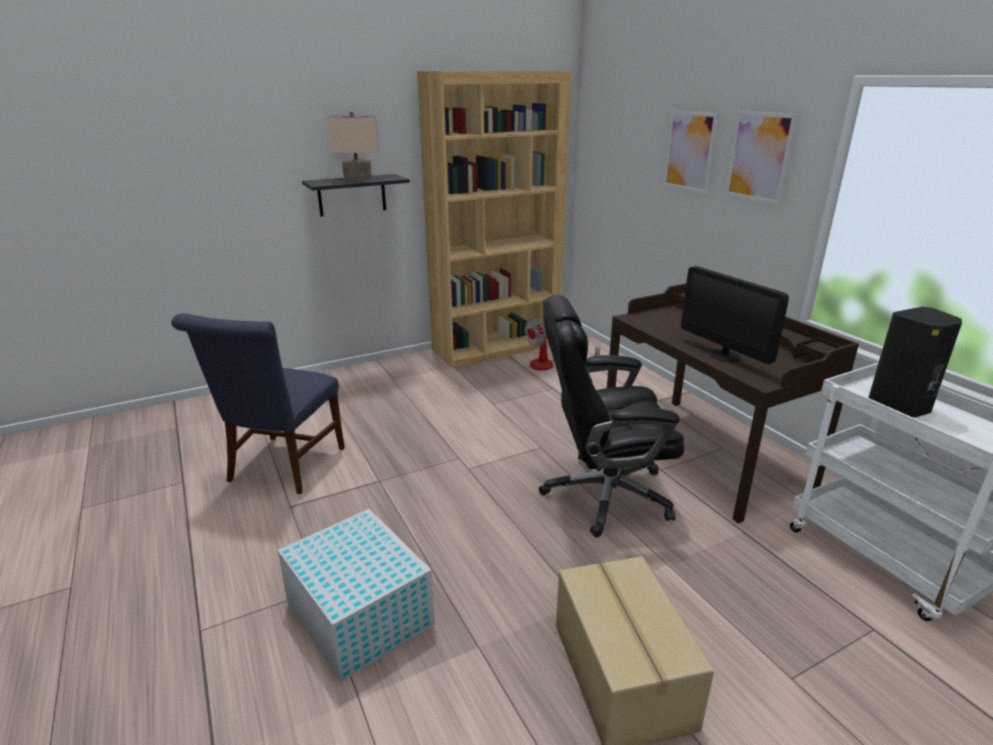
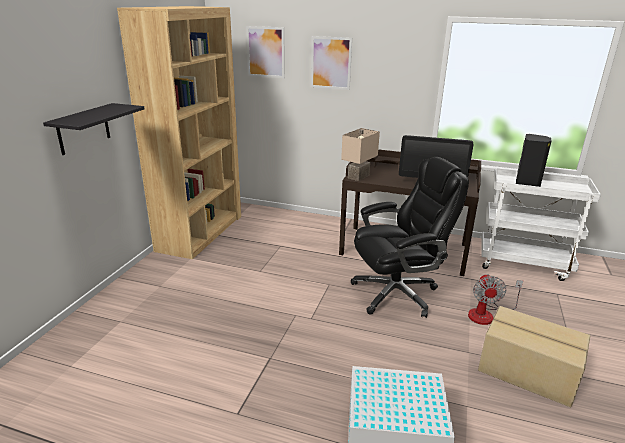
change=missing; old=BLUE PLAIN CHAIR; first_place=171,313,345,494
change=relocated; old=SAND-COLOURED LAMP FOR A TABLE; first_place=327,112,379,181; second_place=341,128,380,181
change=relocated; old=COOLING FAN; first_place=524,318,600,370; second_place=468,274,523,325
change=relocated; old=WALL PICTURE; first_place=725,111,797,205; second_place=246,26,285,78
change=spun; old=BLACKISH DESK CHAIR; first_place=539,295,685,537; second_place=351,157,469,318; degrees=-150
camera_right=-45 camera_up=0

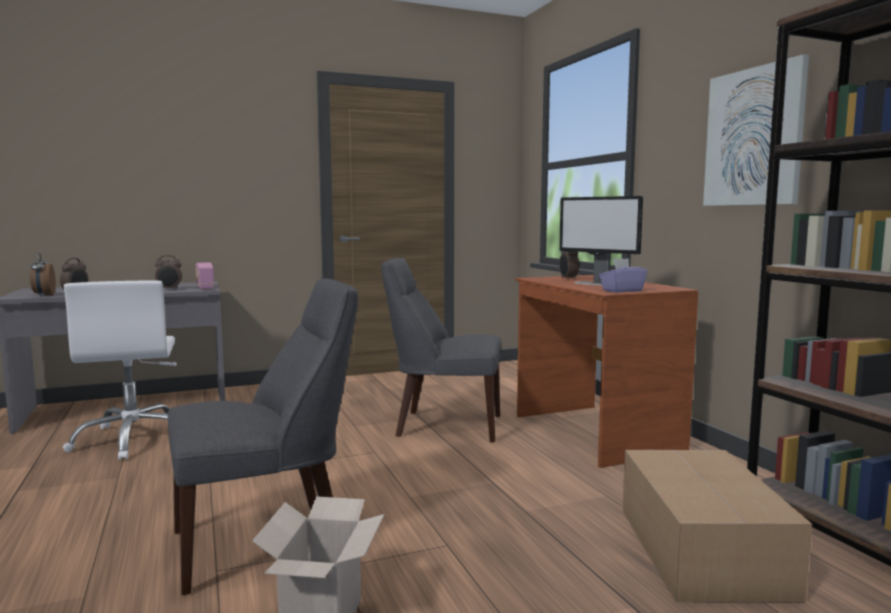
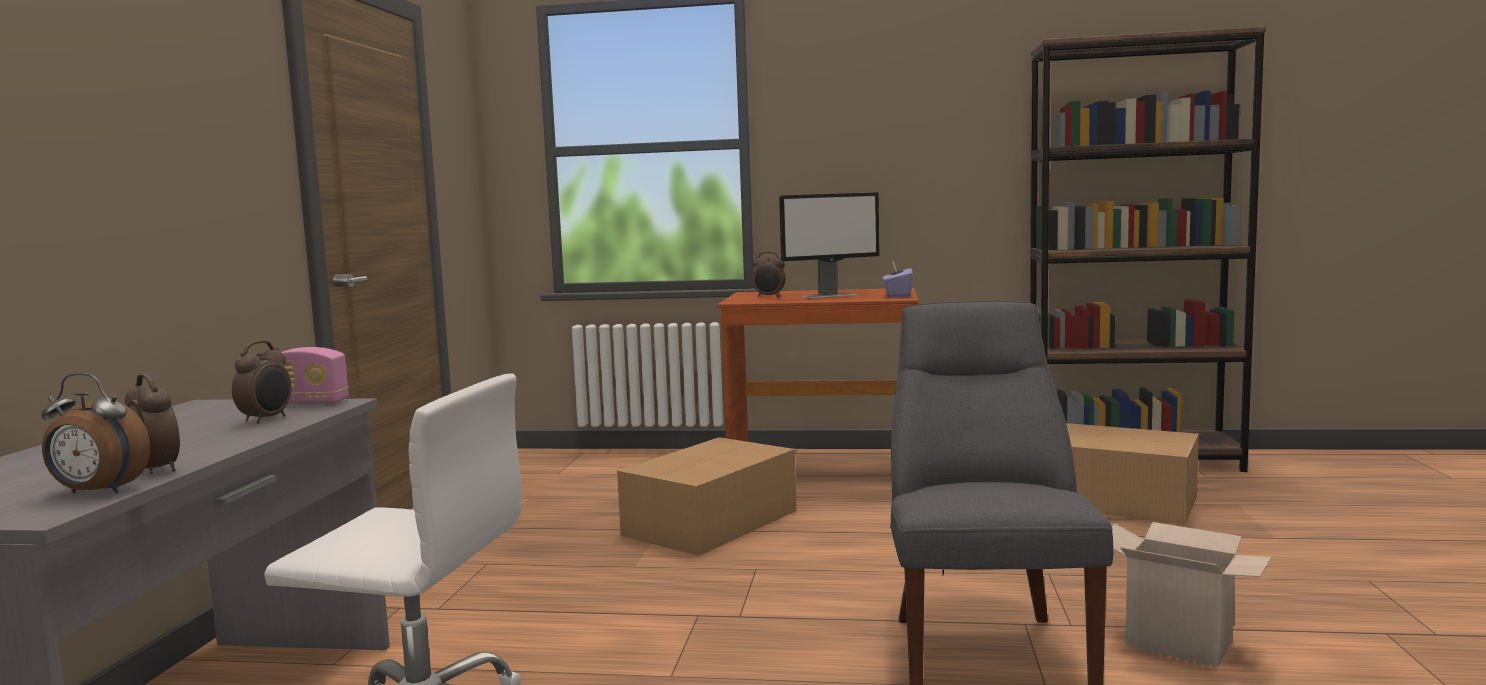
change=missing; old=WALL PICTURE; first_place=703,54,809,206
change=exchanged; old=GREYISH PLAIN CHAIR; new=CARTON; first_place=381,257,501,442; second_place=617,437,797,556
camera_right=-60 camera_up=0

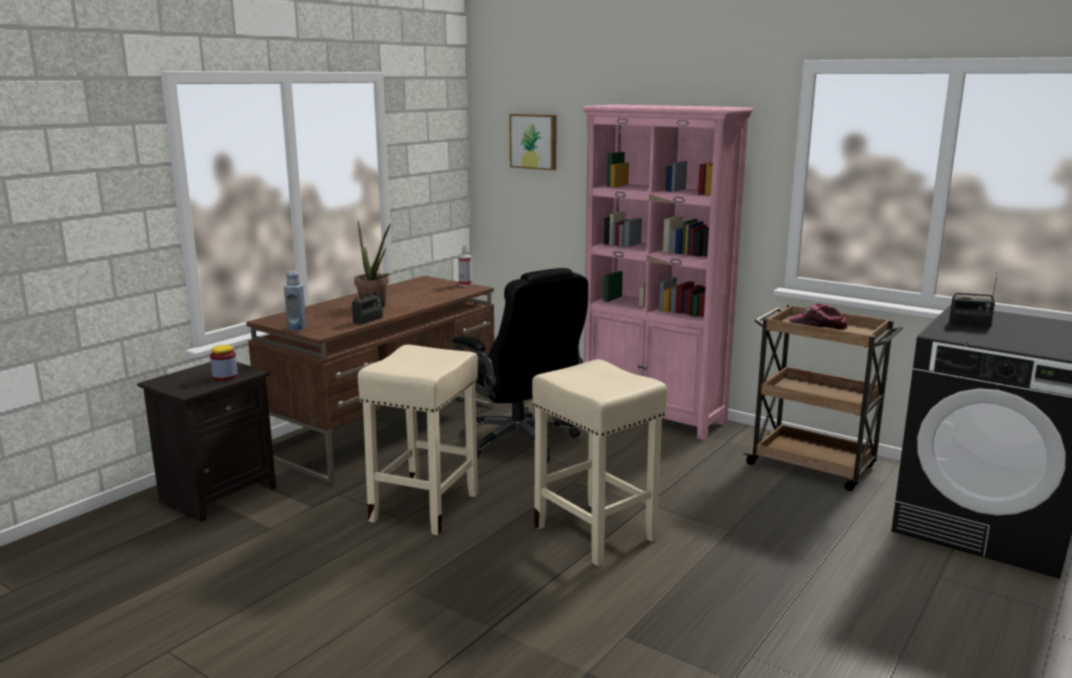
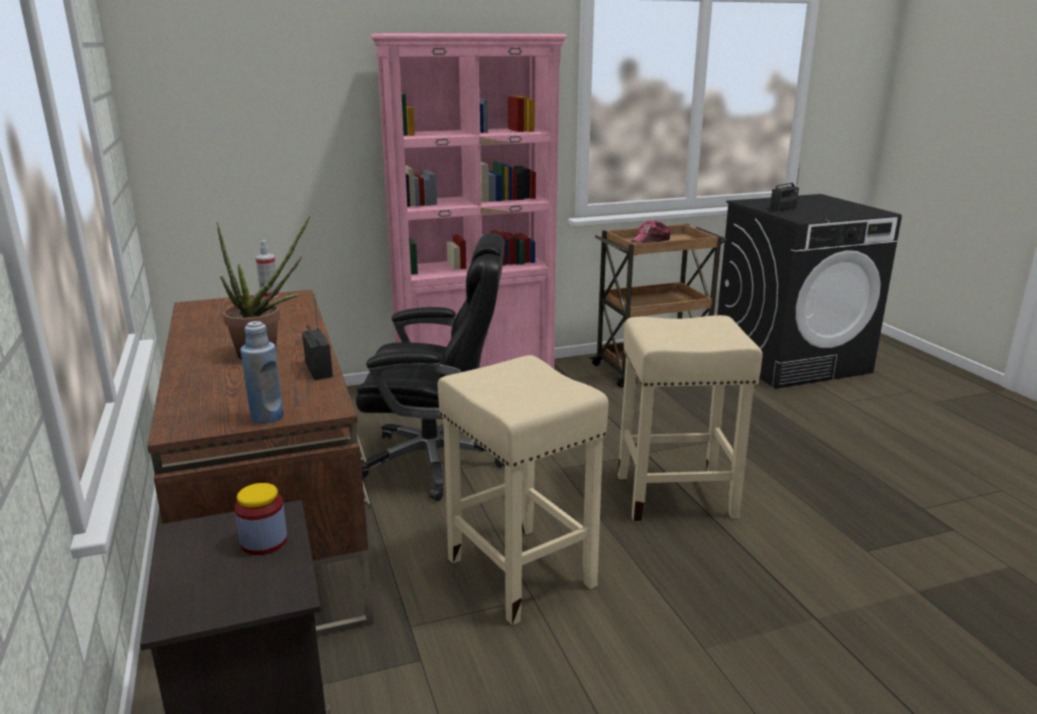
change=missing; old=WALL PICTURE; first_place=509,114,557,170
camera_right=-55 camera_up=5

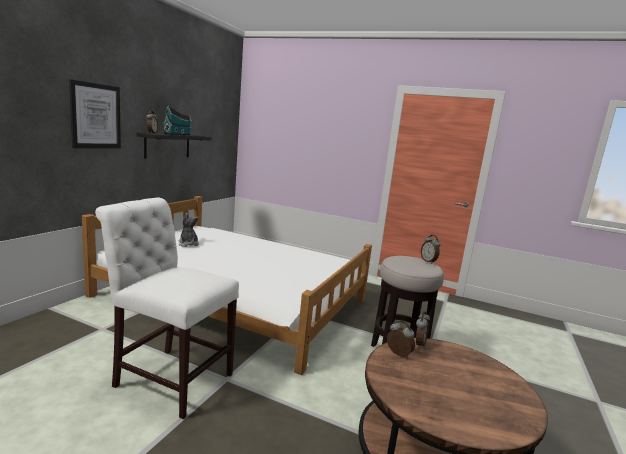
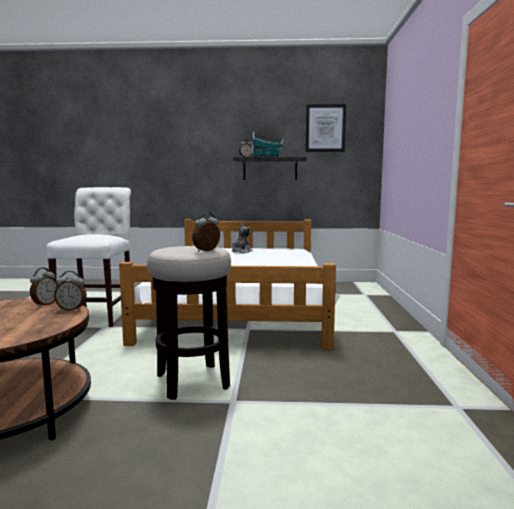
change=relocated; old=WALL PICTURE; first_place=69,79,121,148; second_place=305,104,346,152
camera_right=70 camera_up=-5

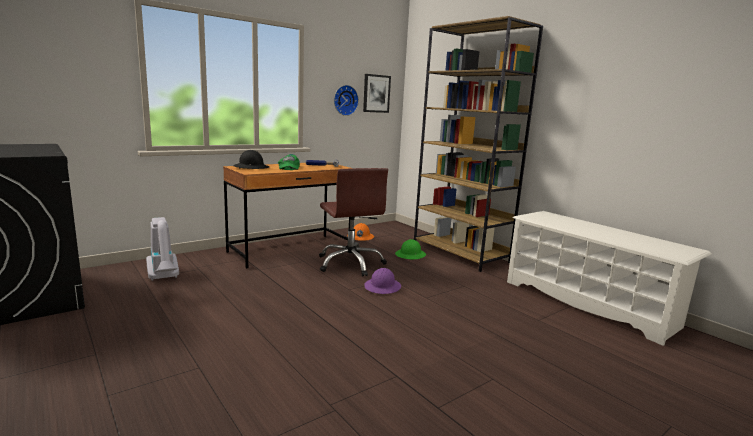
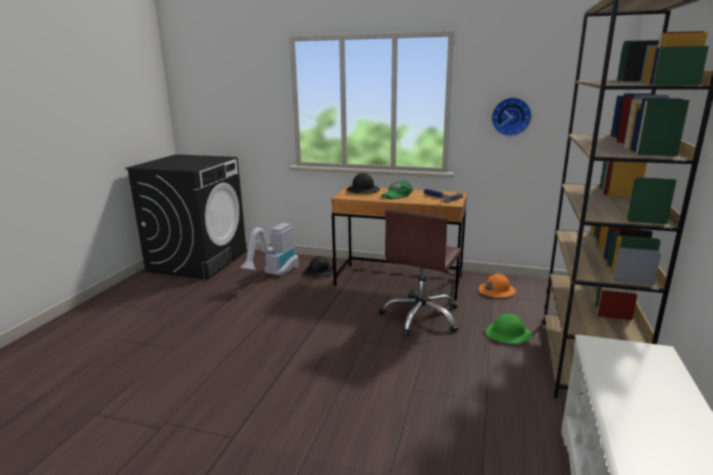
change=missing; old=WALL PICTURE; first_place=363,74,391,113
change=missing; old=PURPLE-COLOURED WORK HELMET; first_place=364,268,401,294
change=appeared; new=BLACKISH WORK HELMET; second_place=304,256,334,278
camera_right=55 camera_up=5

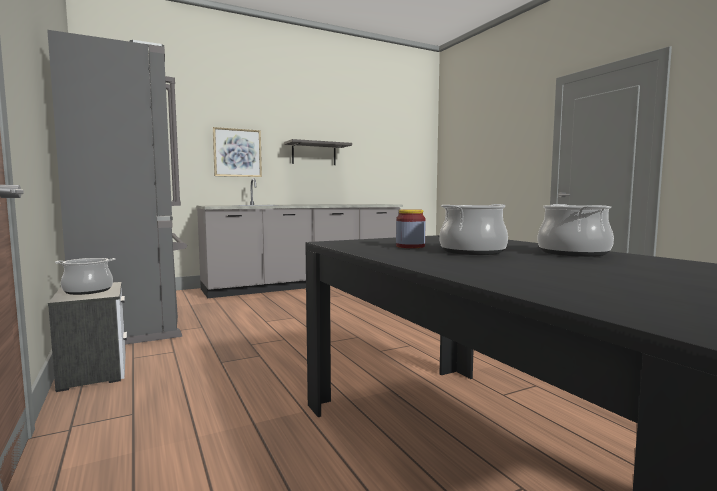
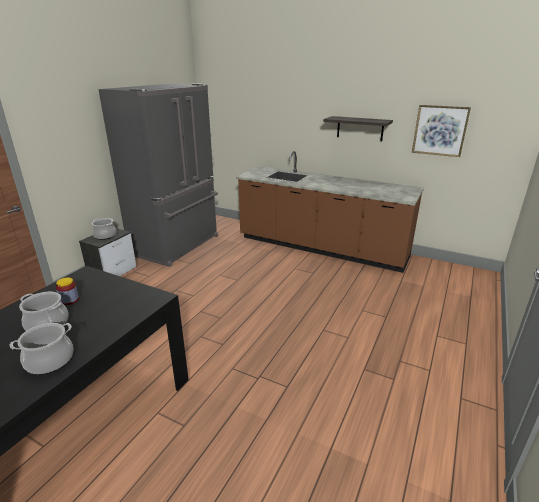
change=relocated; old=WALL PICTURE; first_place=213,127,262,177; second_place=412,105,471,157
change=colour; old=GREYISH KITCHEN COUNTER; new=BROWN-COLOURED KITCHEN COUNTER; first_place=196,178,403,298; second_place=236,151,424,273
camera_right=55 camera_up=20

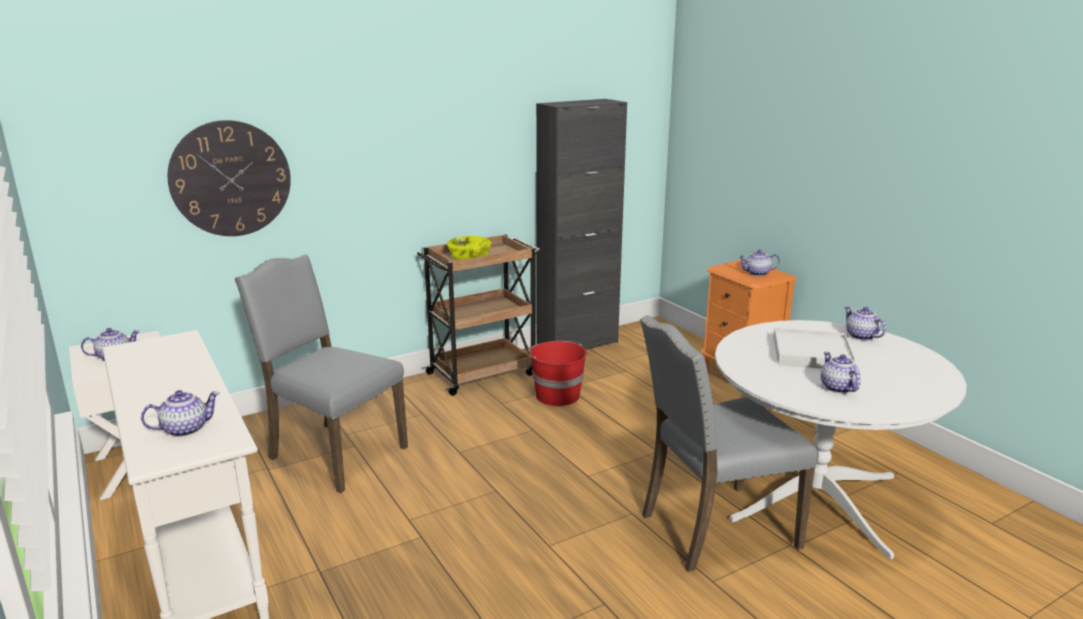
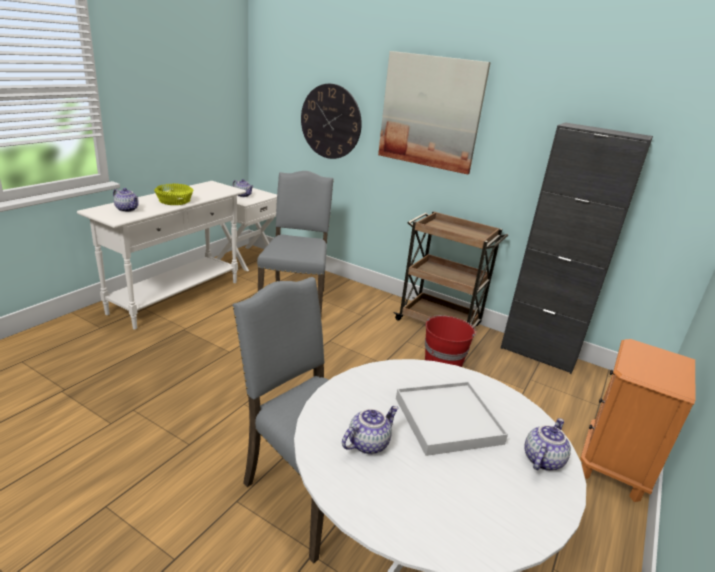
change=missing; old=POT FOR TEA; first_place=738,250,780,276
change=appeared; new=WALL PICTURE; second_place=378,51,491,174
change=relocated; old=YELLOWISH BOWL; first_place=447,236,492,260; second_place=154,183,193,205
camera_right=60 camera_up=5

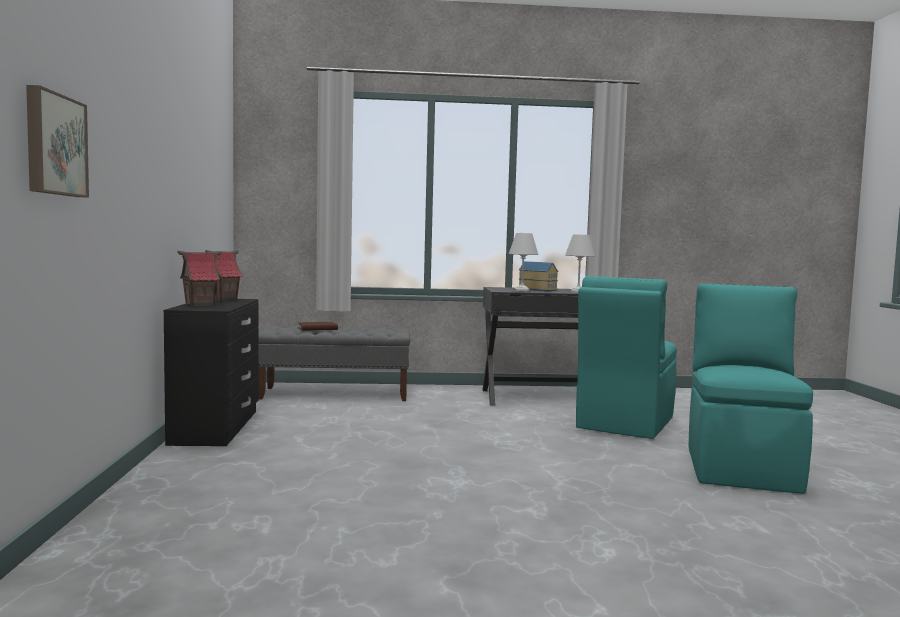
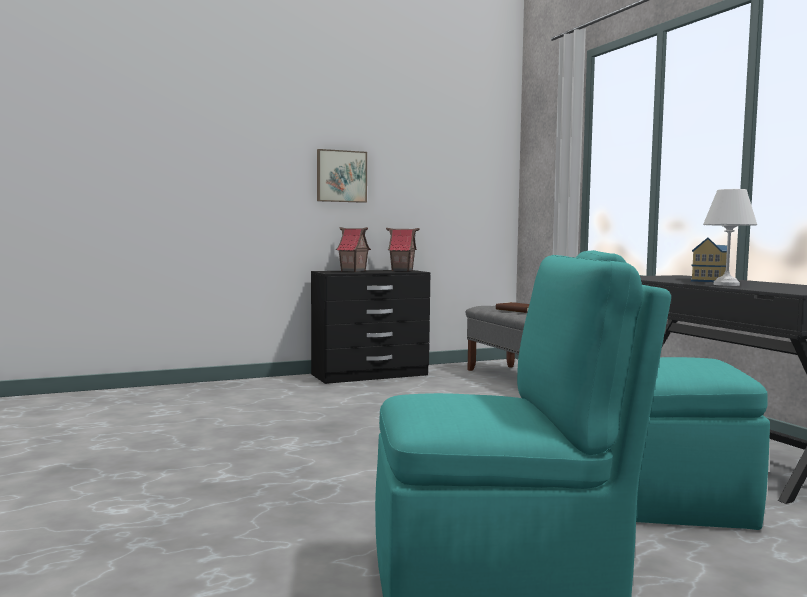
change=missing; old=WHITE LAMP FOR A TABLE; first_place=509,233,538,292
change=relocated; old=WALL PICTURE; first_place=26,85,89,197; second_place=317,149,367,203
camera_right=70 camera_up=0

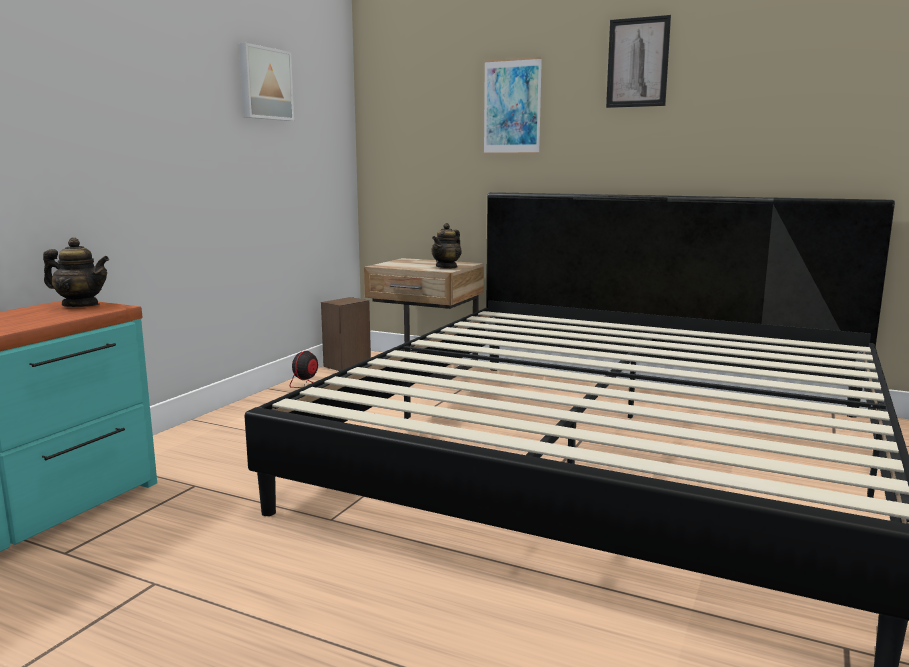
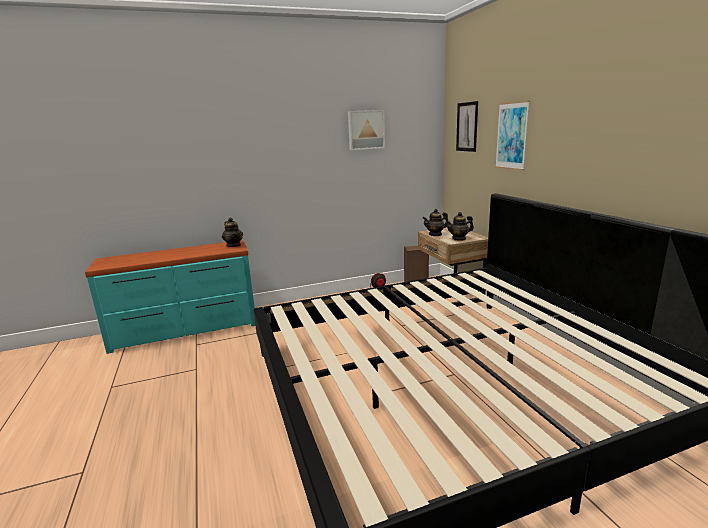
change=appeared; new=POT FOR TEA; second_place=422,209,448,236
change=relocated; old=WALL PICTURE; first_place=606,15,671,108; second_place=456,101,478,152
camera_right=45 camera_up=5

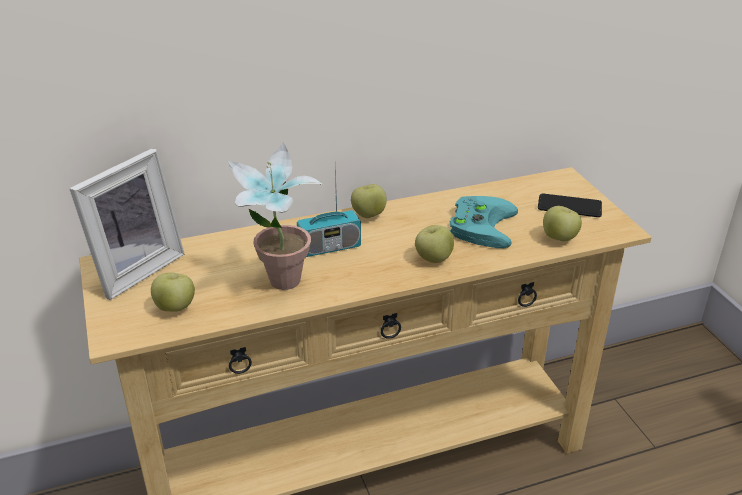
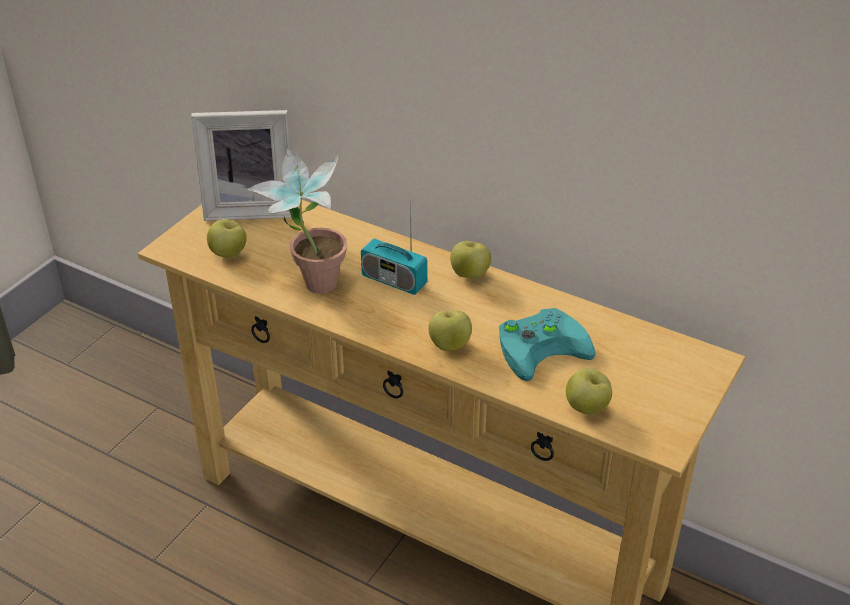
change=missing; old=HANDSET; first_place=538,194,602,217
camera_right=50 camera_up=5

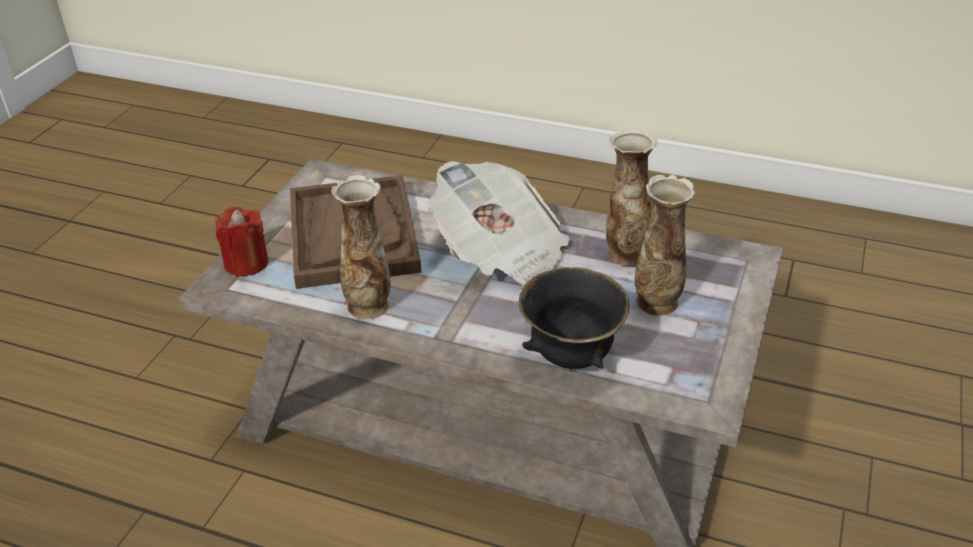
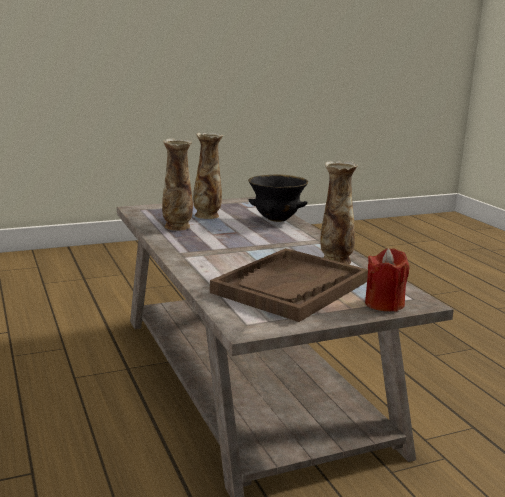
change=missing; old=NEWSPAPER; first_place=428,161,570,286
camera_right=-135 camera_up=-20

